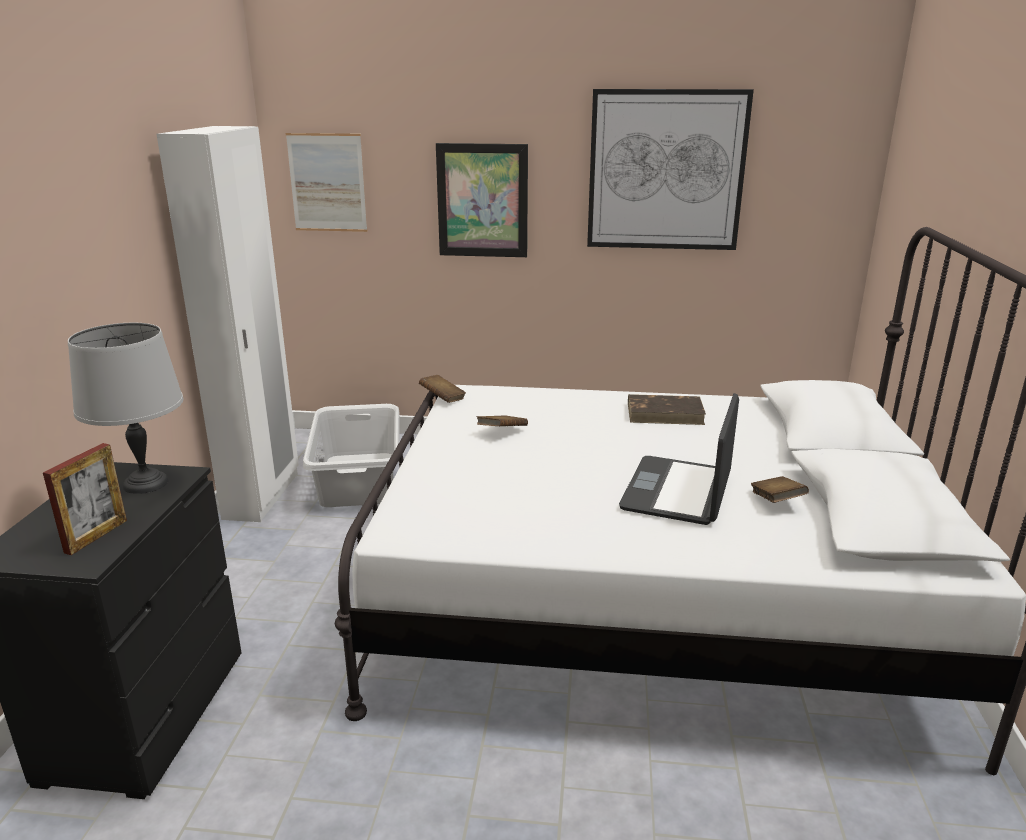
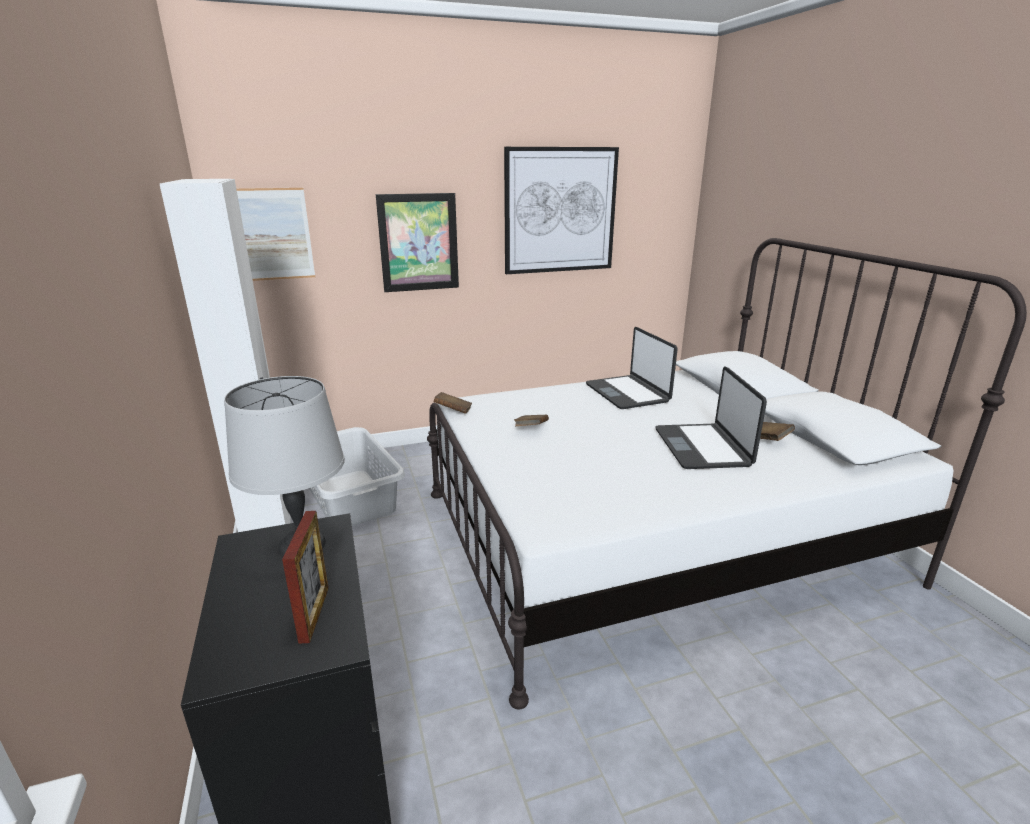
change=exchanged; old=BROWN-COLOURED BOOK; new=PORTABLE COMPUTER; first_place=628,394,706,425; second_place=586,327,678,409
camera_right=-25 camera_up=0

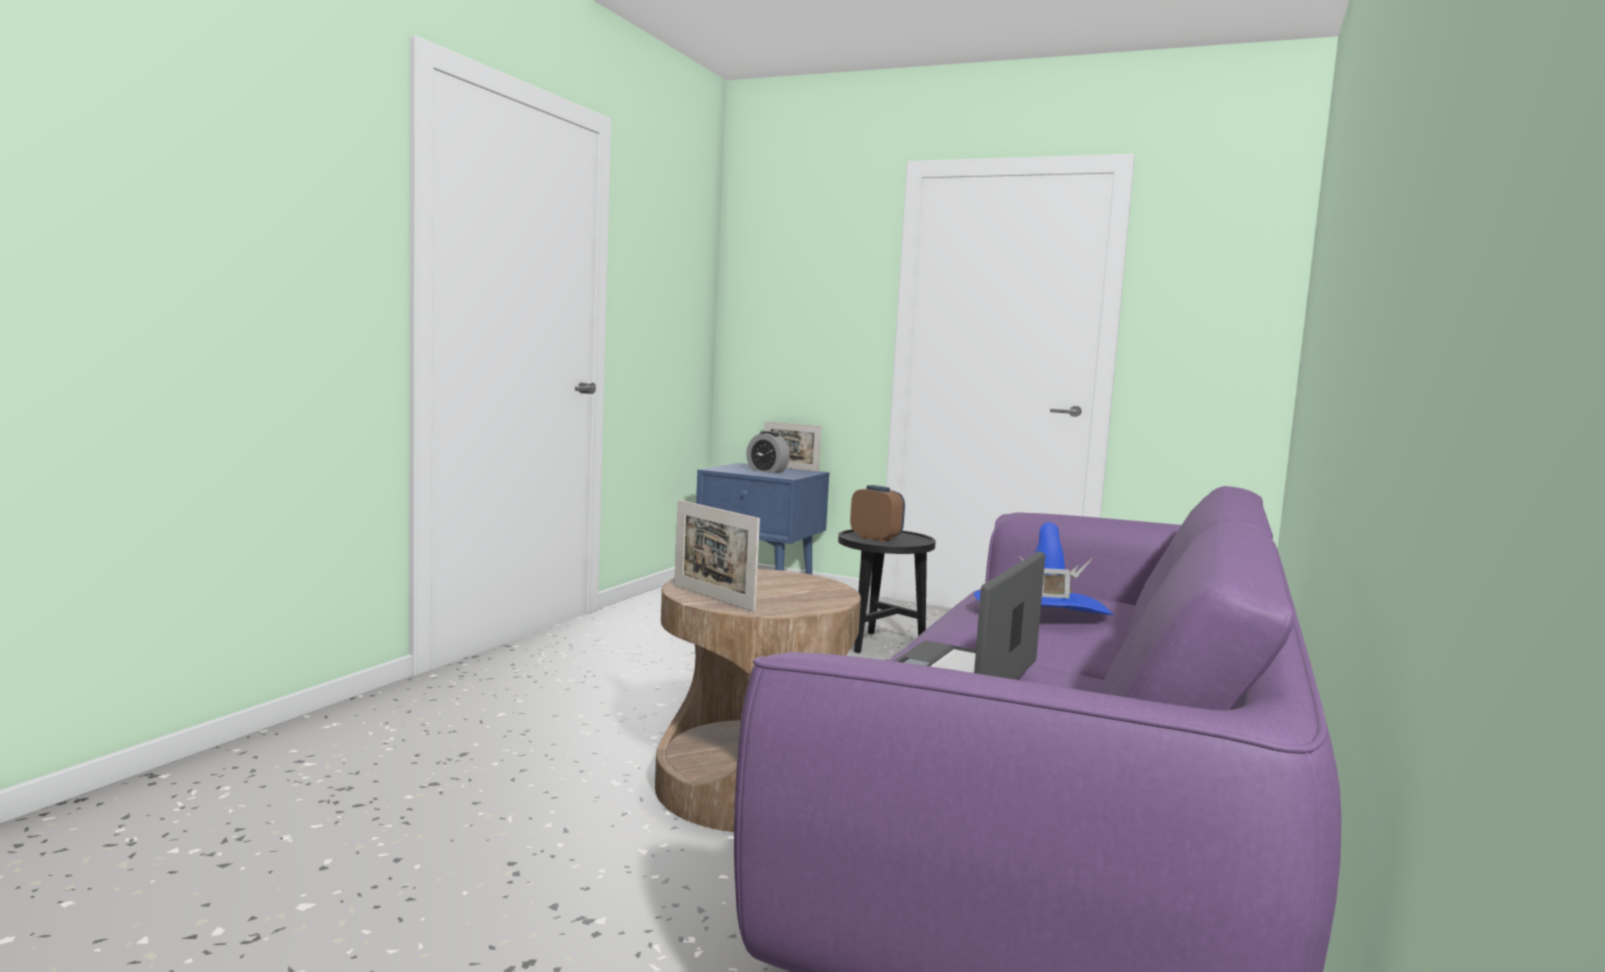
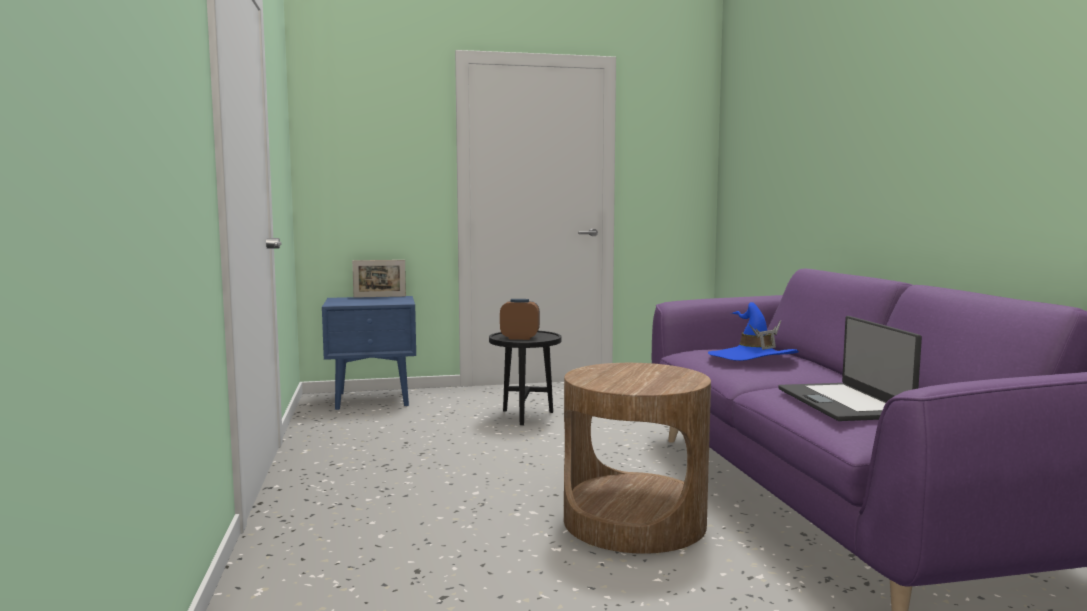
change=missing; old=PHOTO FRAME; first_place=674,500,760,612
change=missing; old=BEDSIDE CLOCK; first_place=746,431,790,473
camera_right=-35 camera_up=0

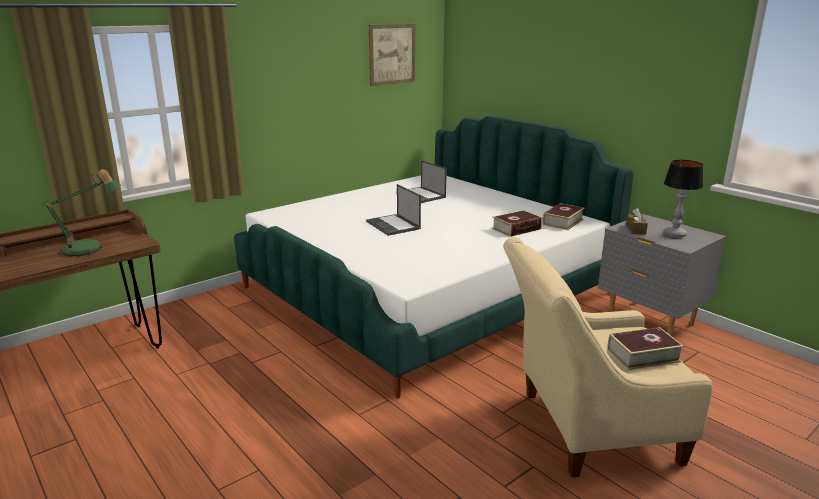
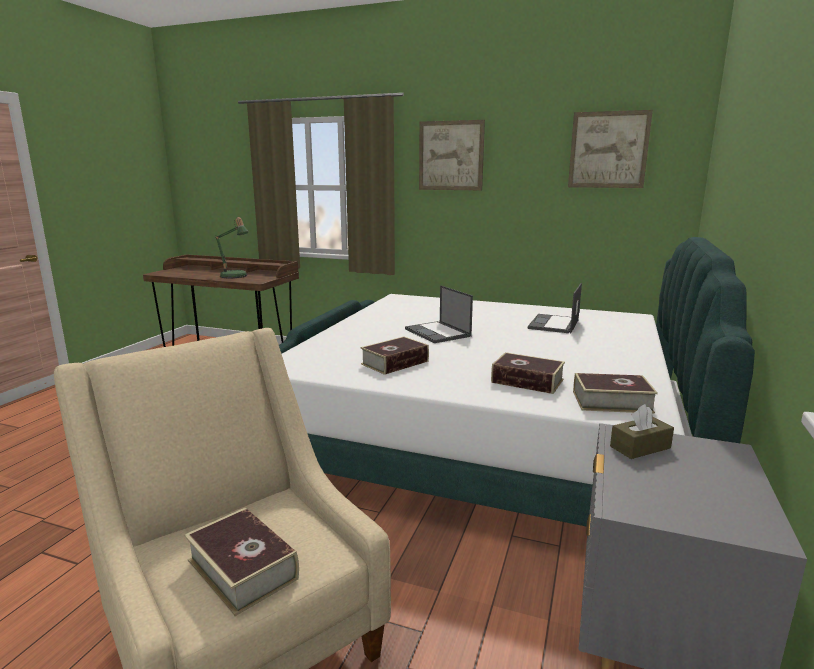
change=missing; old=LAMP FOR A TABLE; first_place=664,160,703,238
change=appeared; new=BOOK; second_place=361,336,429,375
change=appeared; new=WALL PICTURE; second_place=419,120,485,190
change=spun; old=PORTABLE COMPUTER; first_place=366,184,421,236; second_place=405,285,473,343; degrees=-60
camera_right=60 camera_up=-5

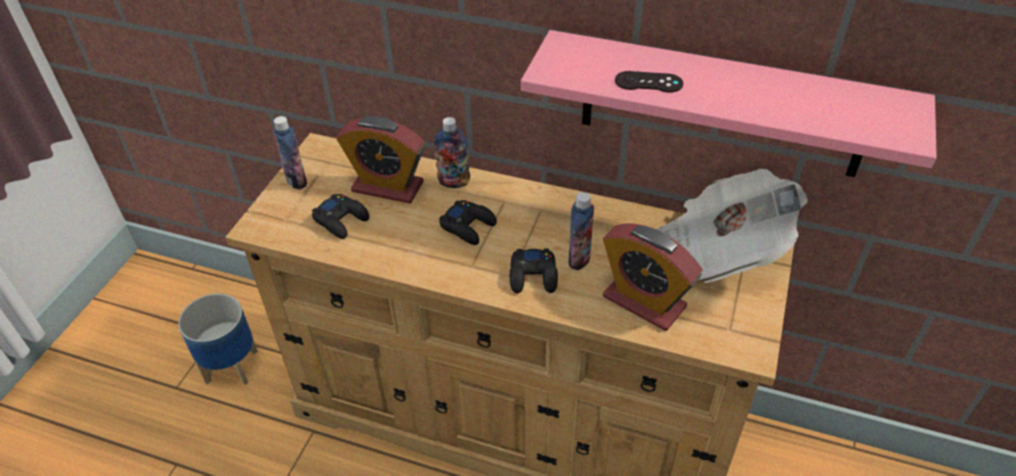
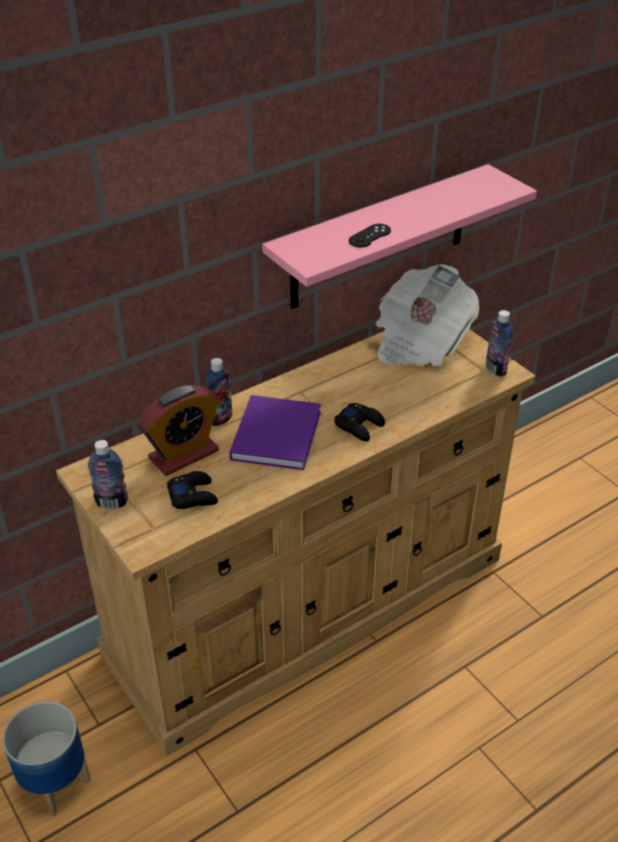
change=missing; old=BEDSIDE CLOCK; first_place=603,224,702,331
change=relocated; old=BEVERAGE BOTTLE; first_place=568,192,594,270; second_place=486,310,513,377
change=exchanged; old=BLACKISH JOYPAD; new=PURPLE-COLOURED BOOK; first_place=439,200,497,245; second_place=229,395,321,470
camera_right=-55 camera_up=-5

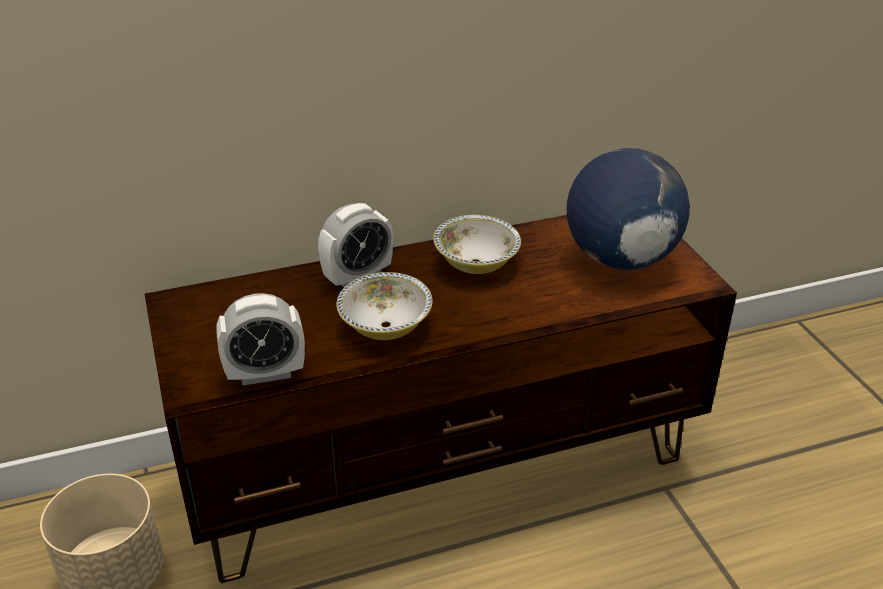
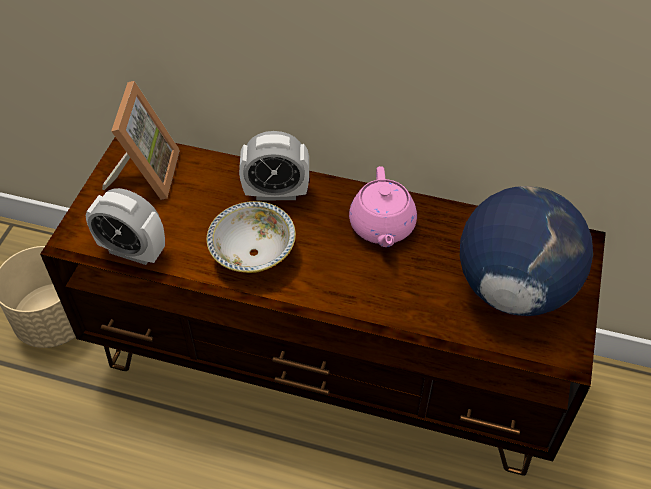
change=appeared; new=PHOTO FRAME; second_place=102,81,180,200
change=exchanged; old=BOWL; new=PINK-COLOURED POT FOR TEA; first_place=433,215,521,274; second_place=349,166,417,247
camera_right=35 camera_up=15

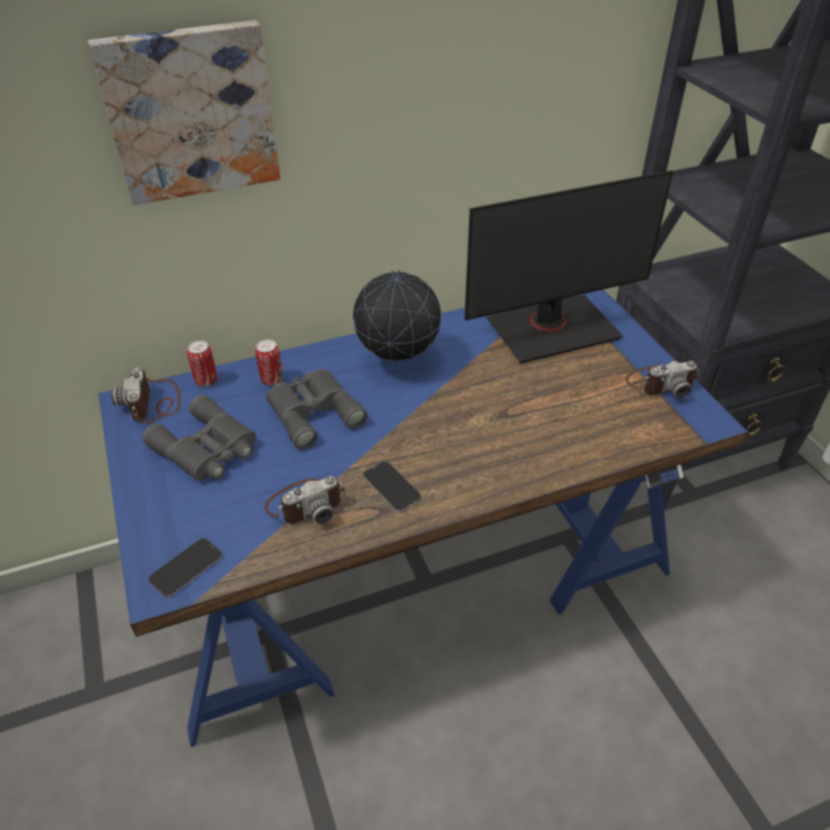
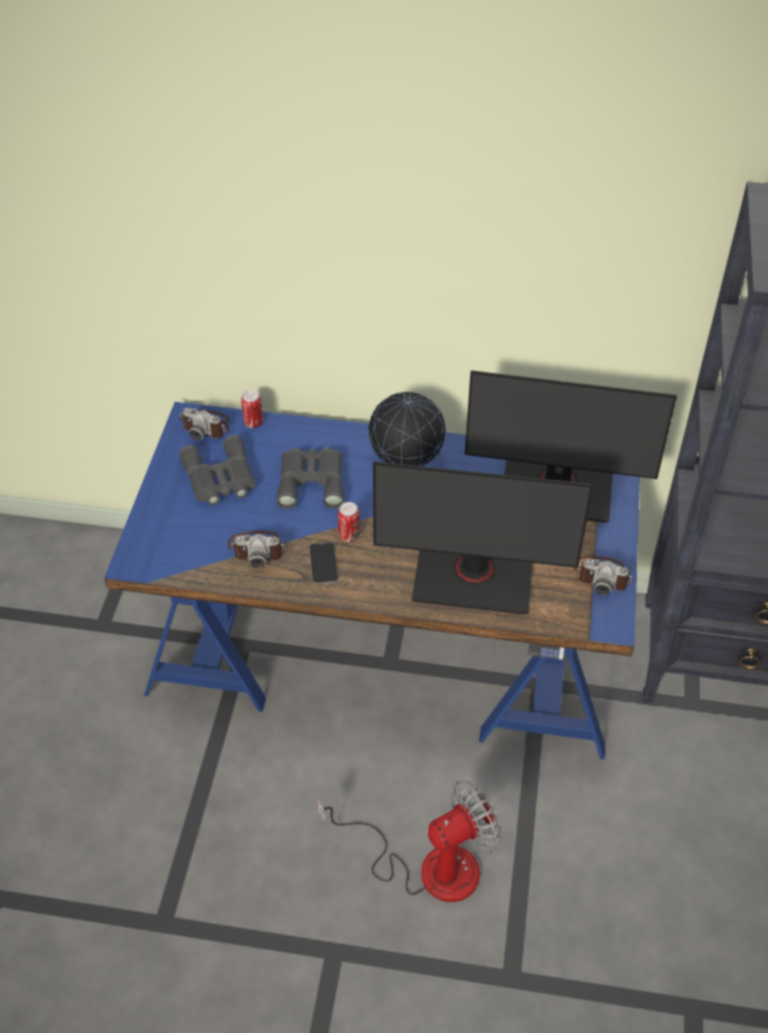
change=missing; old=WALL PICTURE; first_place=88,20,280,205
change=missing; old=HANDSET; first_place=148,538,222,597
change=appeared; new=COOLING FAN; second_place=317,781,502,902
change=appeared; new=COMPUTER DISPLAY; second_place=373,461,593,614
change=relocated; old=CAN; first_place=255,339,283,386; second_place=338,502,360,542
change=spun; old=PHOTO CAMERA; first_place=112,367,181,423; second_place=179,408,229,441; degrees=-90
camera_right=30 camera_up=5

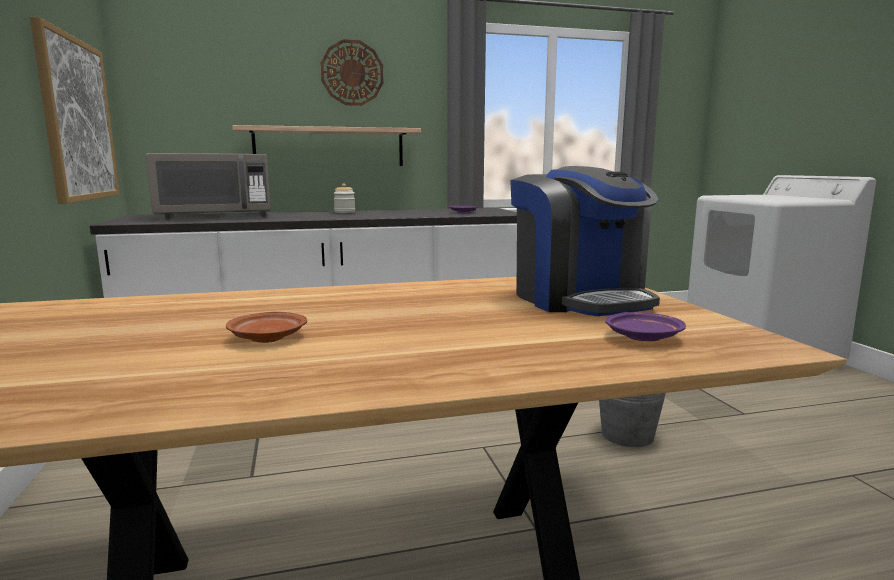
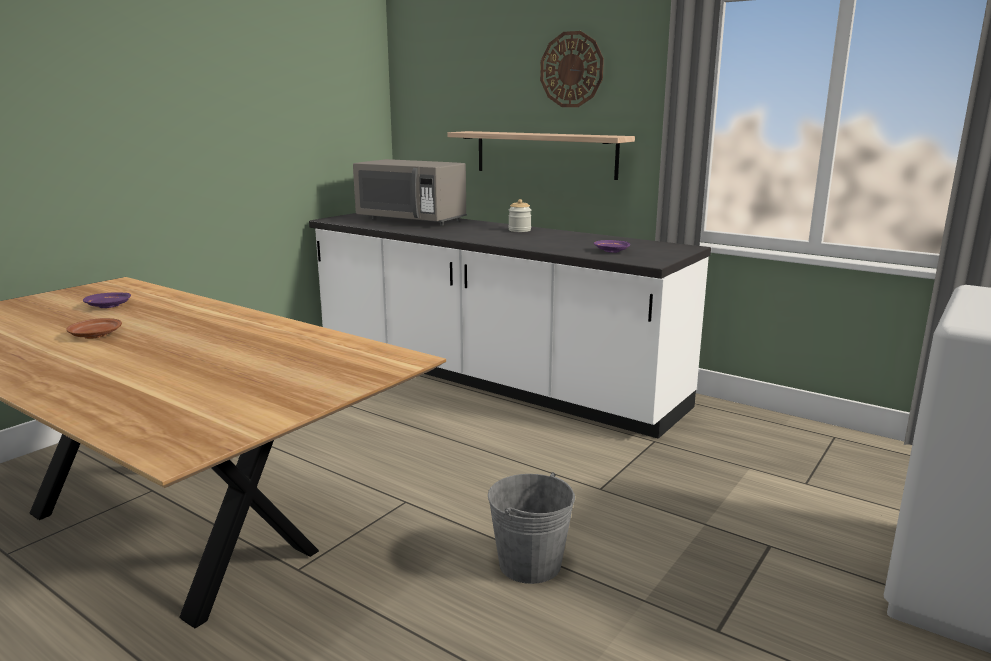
change=missing; old=WALL PICTURE; first_place=30,17,120,204
change=missing; old=COFFEE MAKER; first_place=510,166,660,316
change=relocated; old=PURPLE-COLOURED DINNER PLATE; first_place=605,312,686,341; second_place=83,292,131,308
camera_right=50 camera_up=5

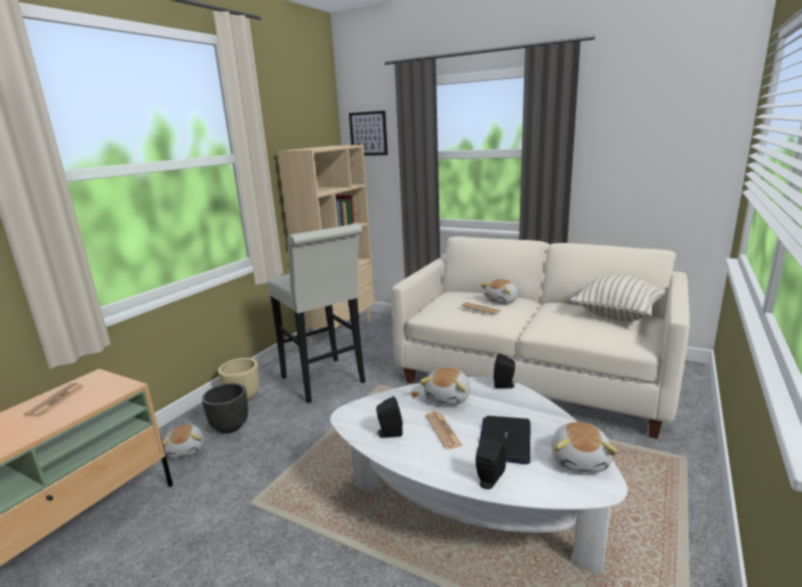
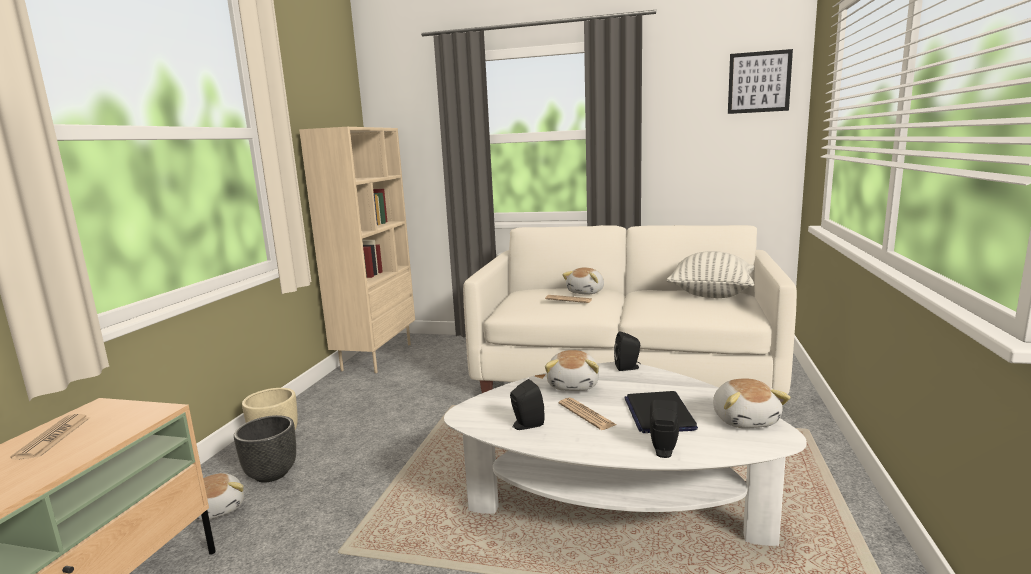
change=missing; old=WHITE STOOL SEAT; first_place=268,224,366,403
change=relocated; old=WALL PICTURE; first_place=349,111,388,156; second_place=728,49,793,114
camera_right=-15 camera_up=-5

